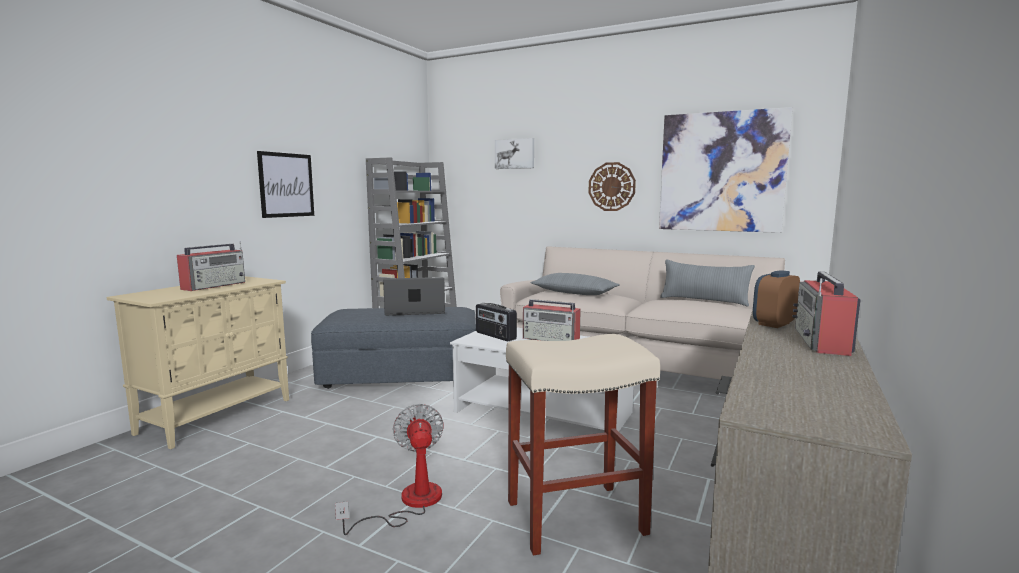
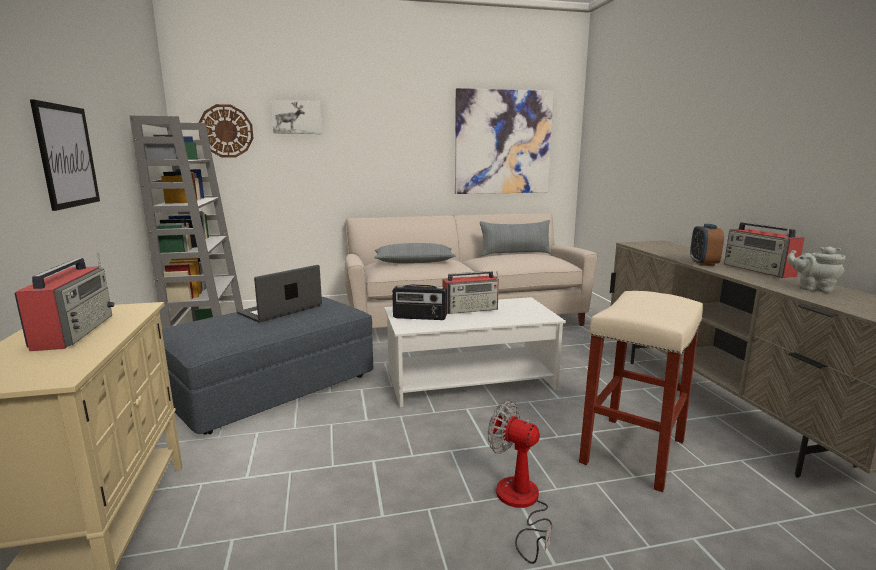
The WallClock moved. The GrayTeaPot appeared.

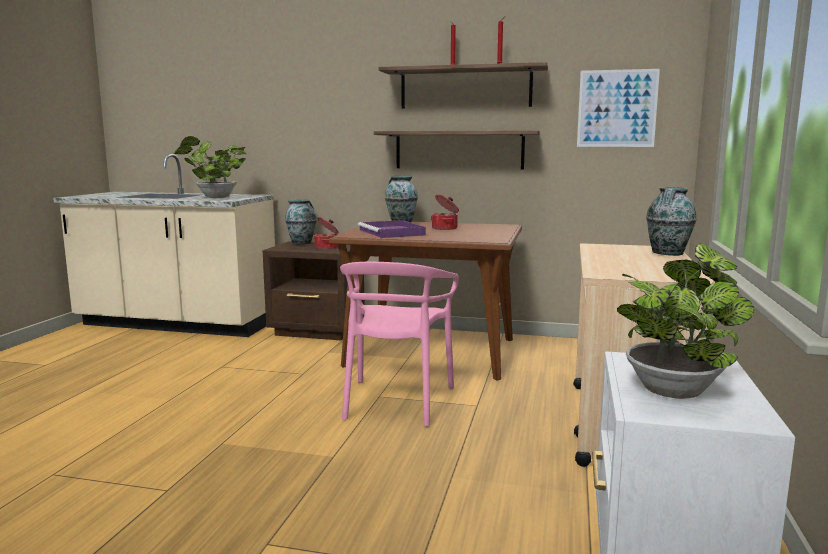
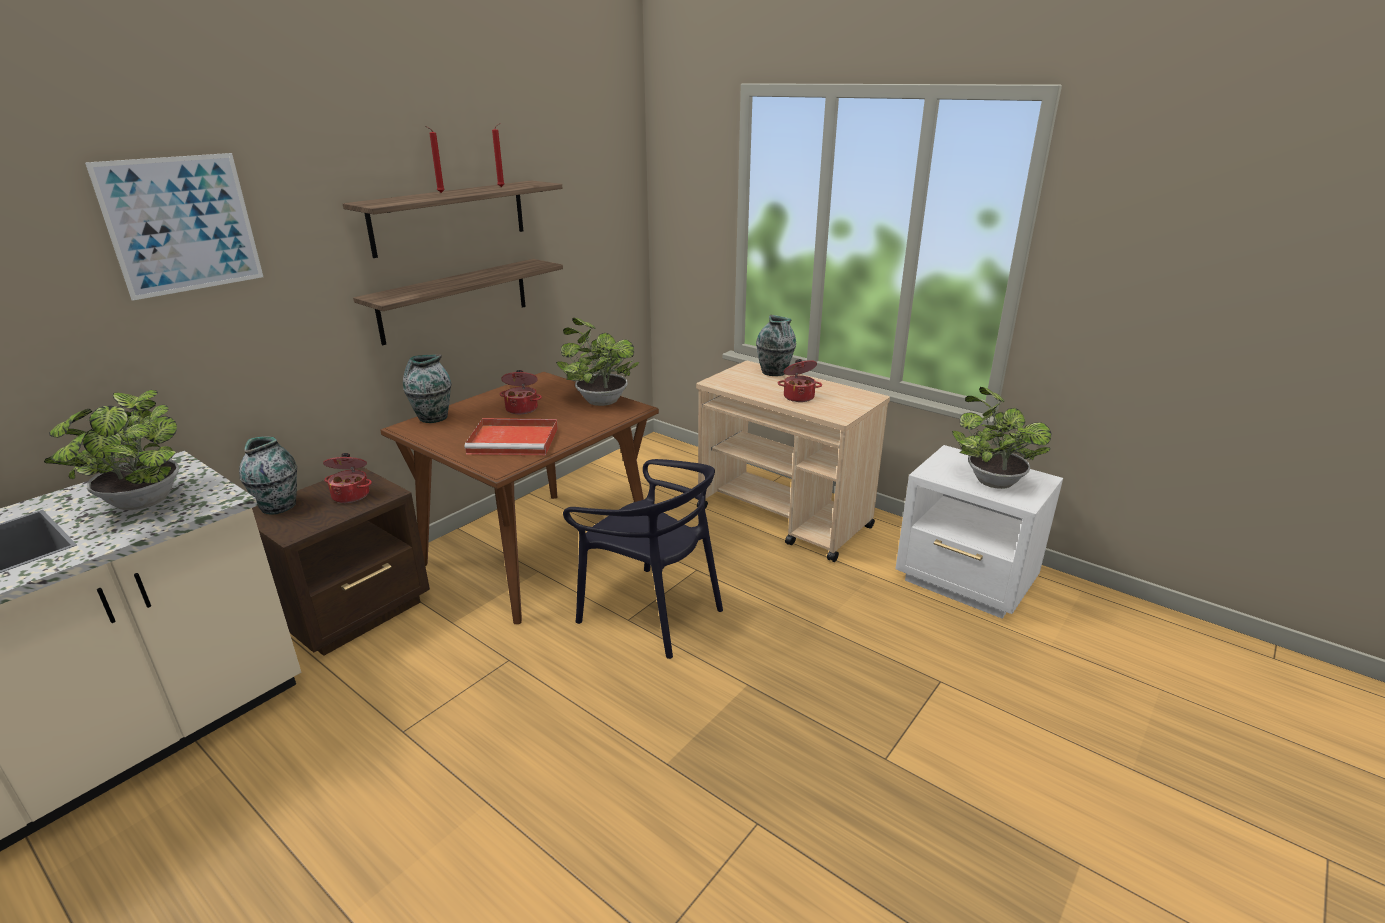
The WallArt moved. The PurpleColouredTray became the RedColouredTray. The PlantInAPot (no. 2 from left) appeared. The PinkishChair became the BlackishChair. The CookingPot (no. 3 from left) appeared.

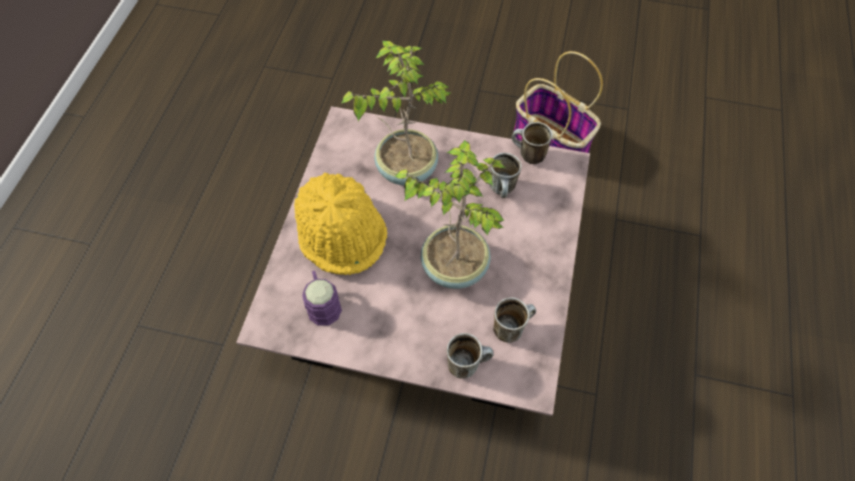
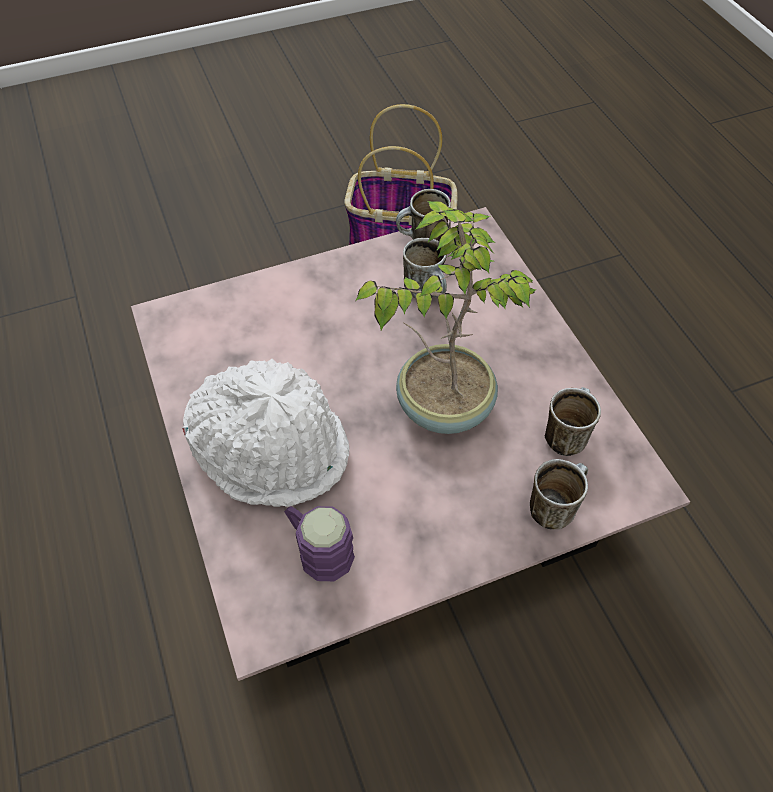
The YellowWearableHat became the WhiteColouredWearableHat. The PlantInAPot (no. 1 from left) disappeared.

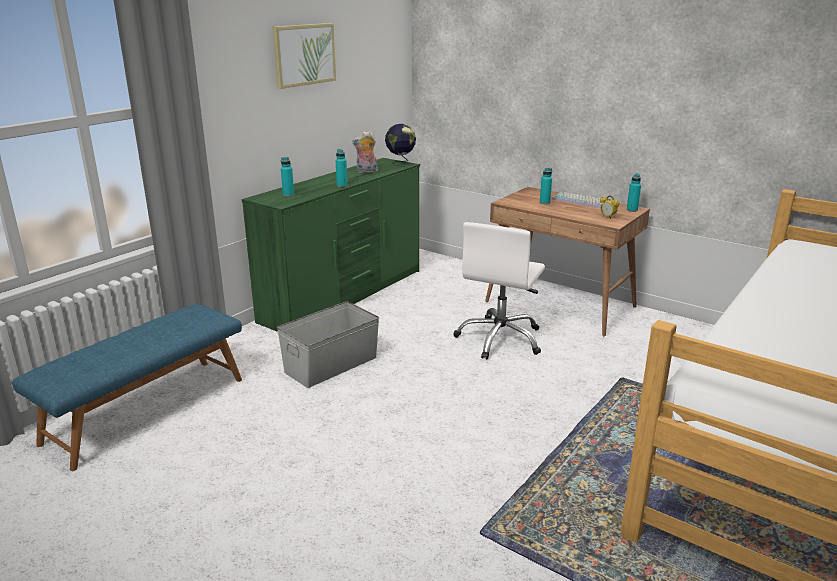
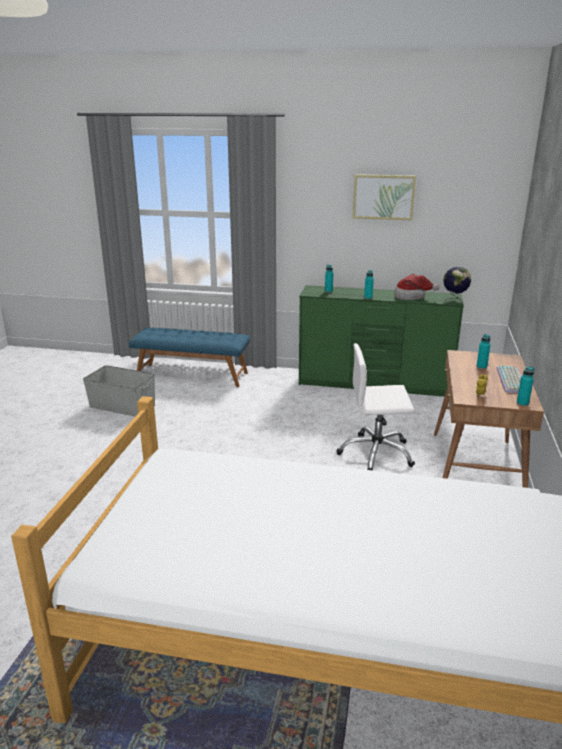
The GrayStorageContainer moved. The CuddlyToy was replaced by the WearableHat.

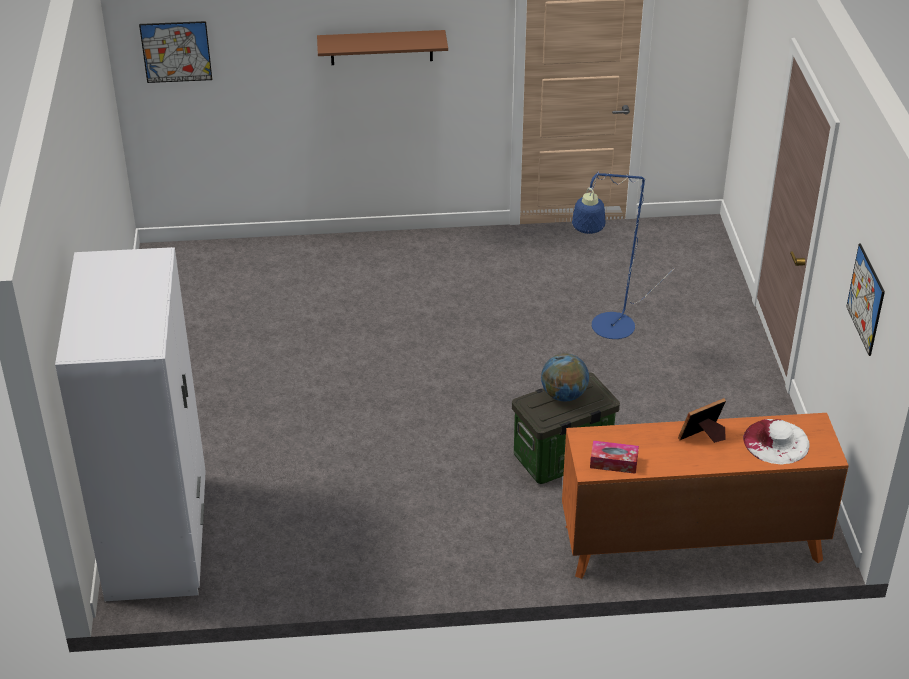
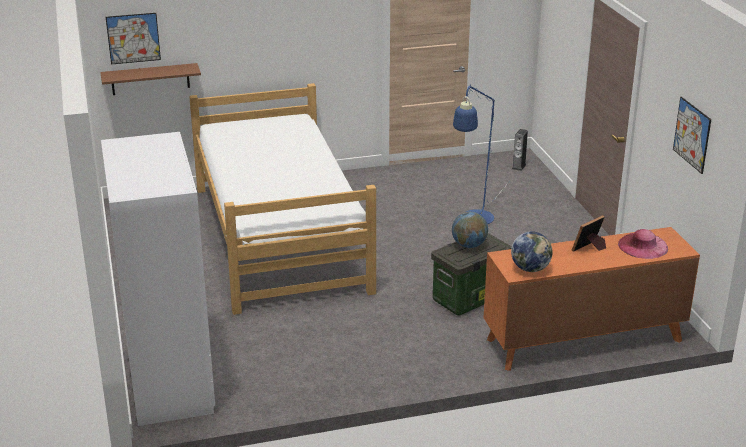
The BrownishBracketShelf moved. The SleepingBed appeared. The BoxOfTissues was replaced by the DeskGlobe (no. 2 from left). The AudioSpeaker appeared. The WhiteColouredWearableHat became the PinkishWearableHat.

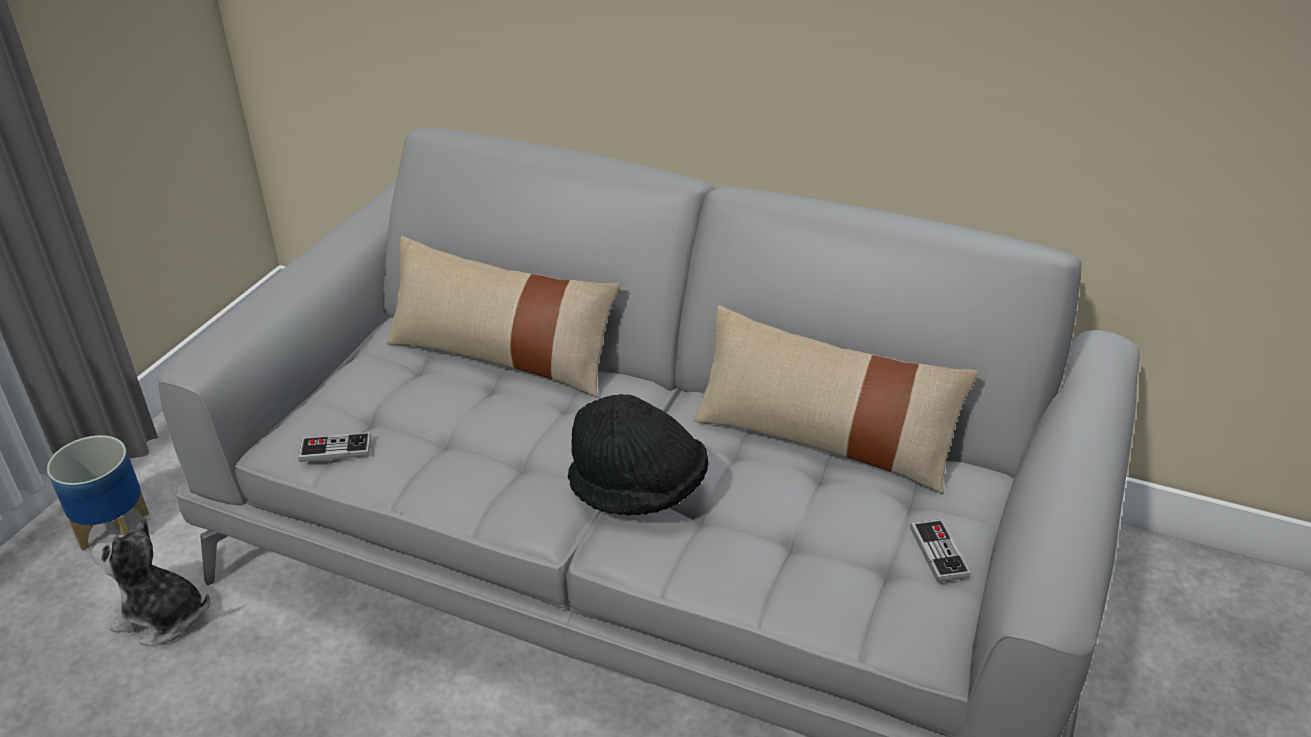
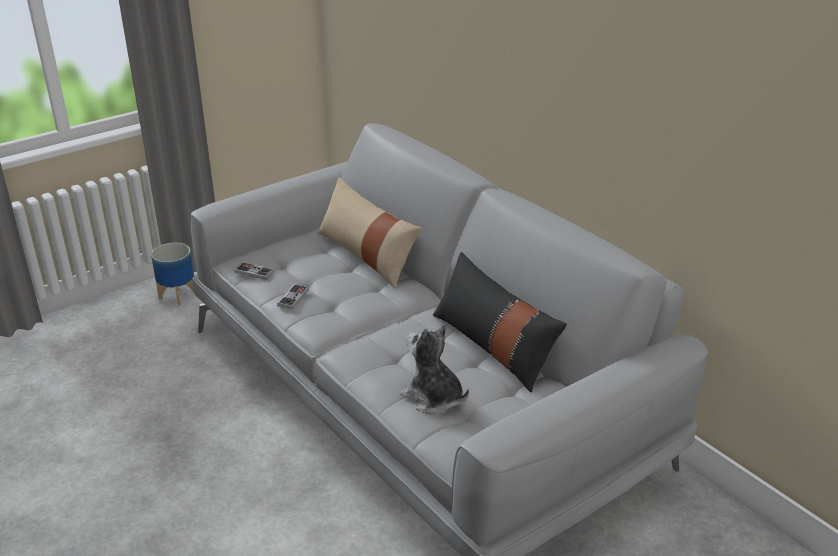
The Gamepad (no. 2 from left) moved. The CuddlyToy moved. The SandColouredPillow (no. 2 from left) became the BlackishPillow. The BlackishWearableHat disappeared.

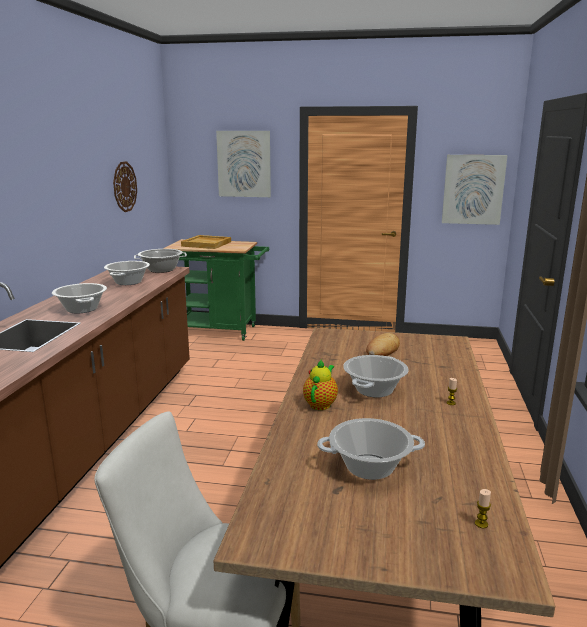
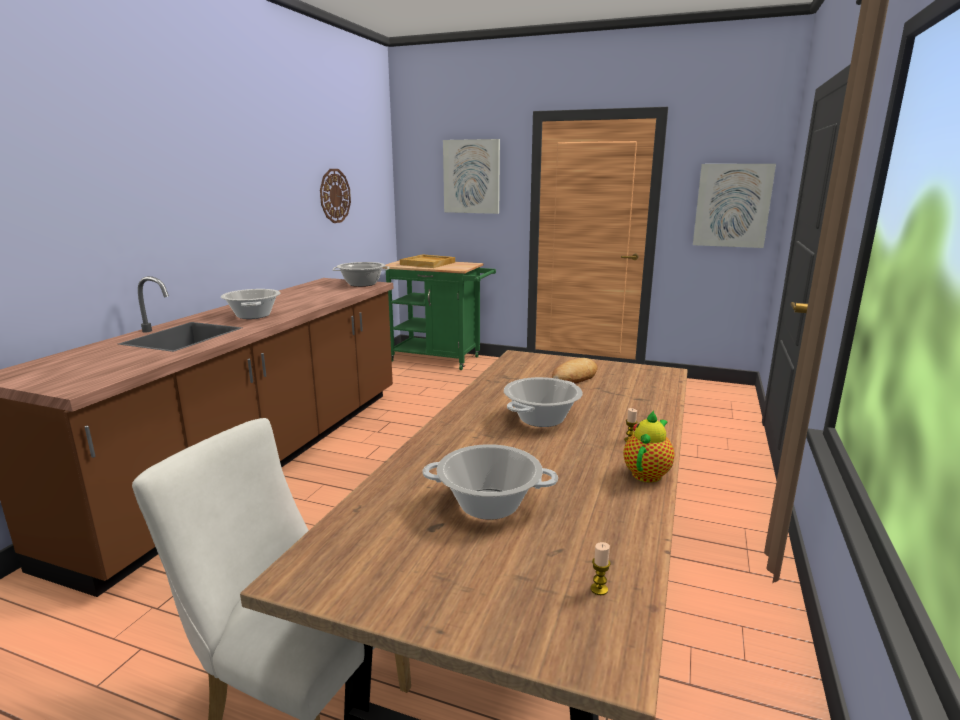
The TeaPot moved. The CookingPot (no. 2 from left) disappeared.

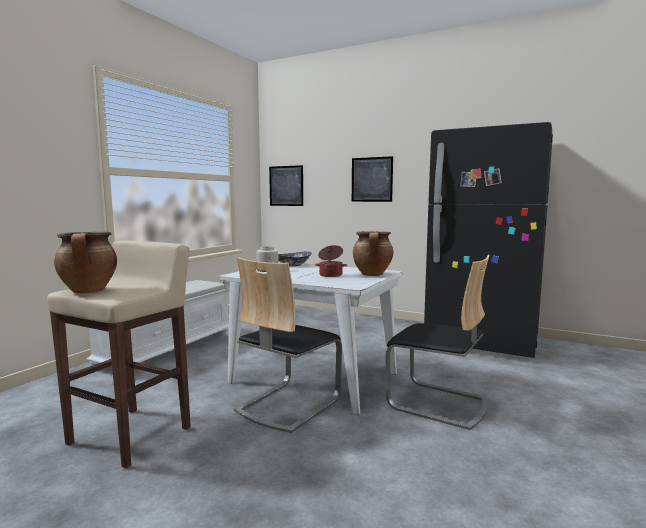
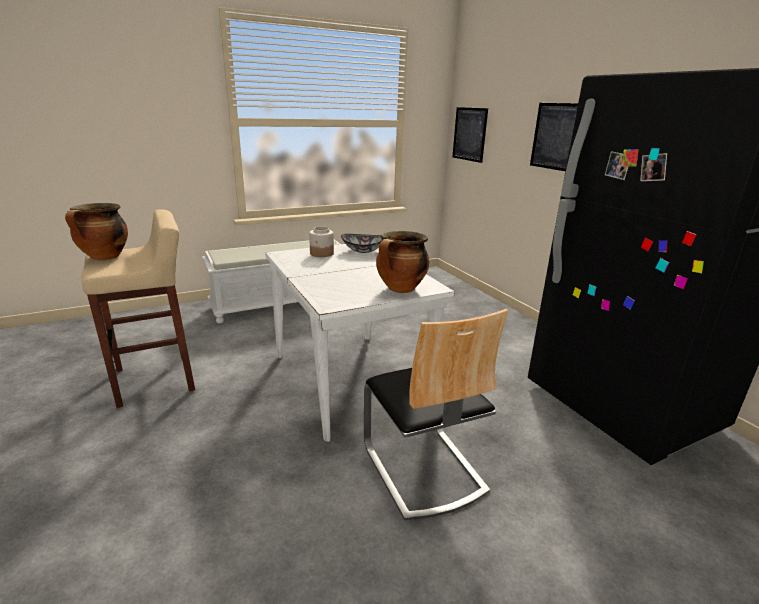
The Chair (no. 1 from left) disappeared. The CookingPot (no. 2 from left) disappeared.

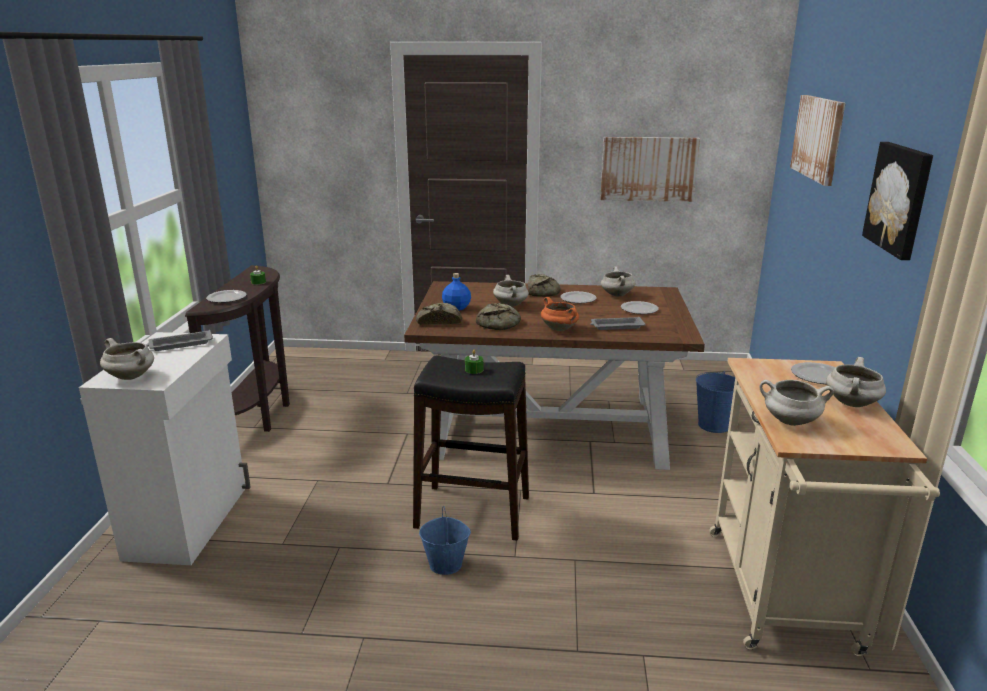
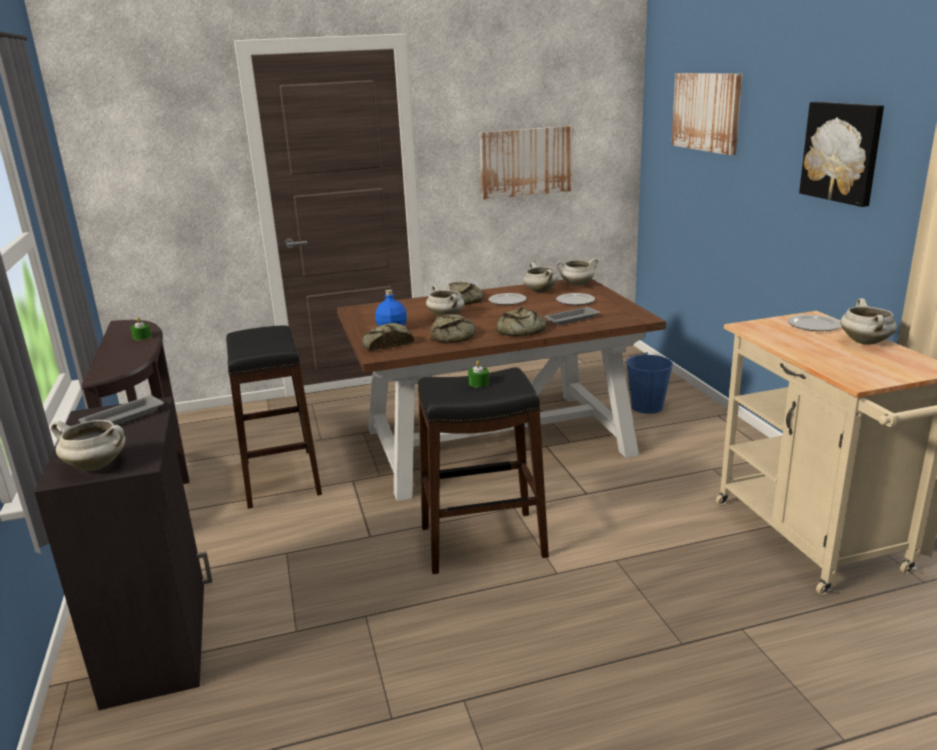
The WhiteColouredStorageCabinet became the BlackishStorageCabinet. The BlackishSittingStool (no. 1 from left) appeared. The OrangeyCookingPot was replaced by the Bread (no. 4 from left). The WhiteColouredCookingPot (no. 4 from left) moved. The FlatDish (no. 1 from left) disappeared. The BlueBucket (no. 1 from left) disappeared.

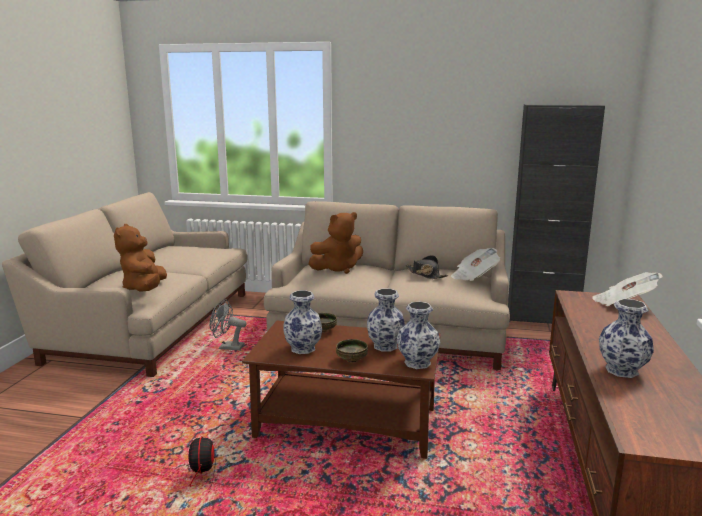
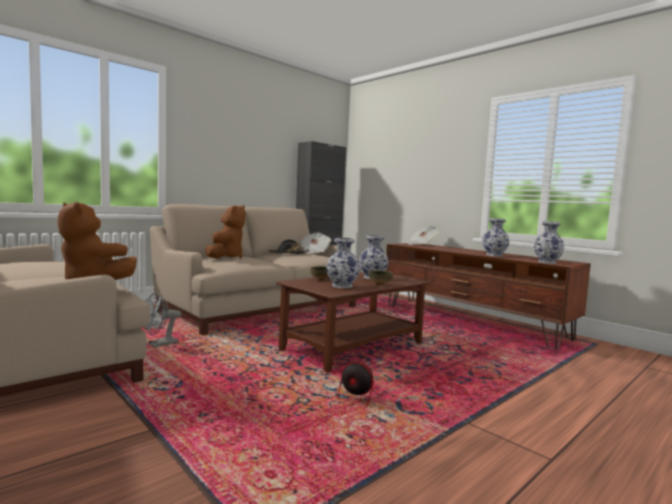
The DecorativeVase (no. 3 from left in the first image) moved.

